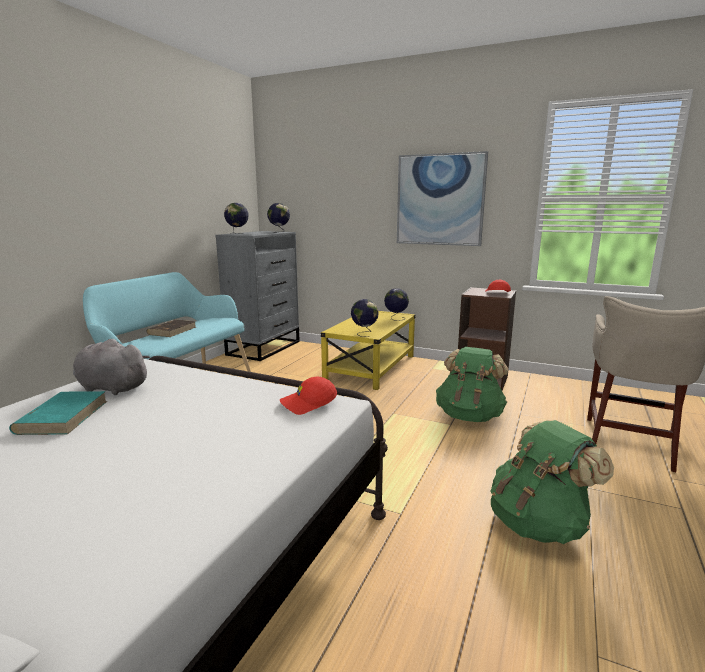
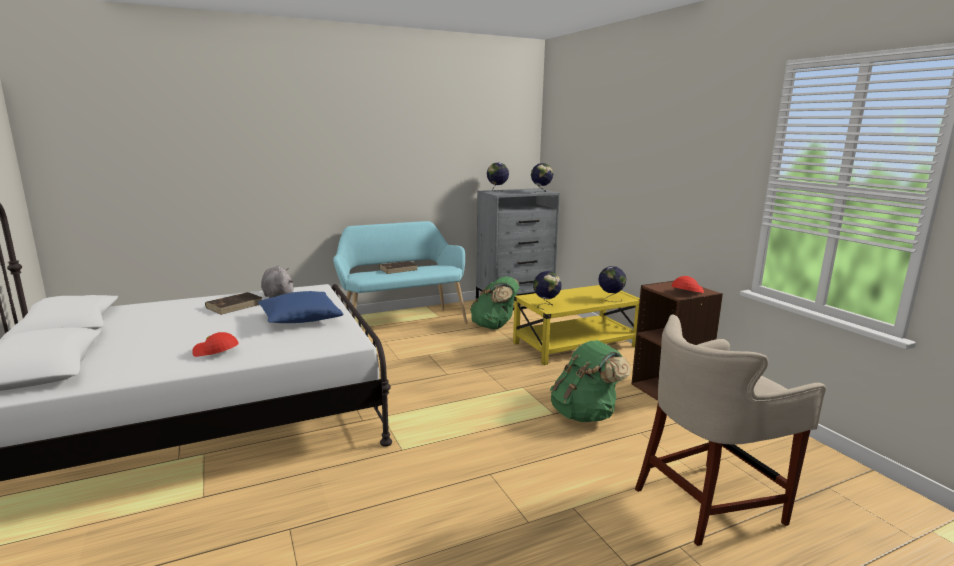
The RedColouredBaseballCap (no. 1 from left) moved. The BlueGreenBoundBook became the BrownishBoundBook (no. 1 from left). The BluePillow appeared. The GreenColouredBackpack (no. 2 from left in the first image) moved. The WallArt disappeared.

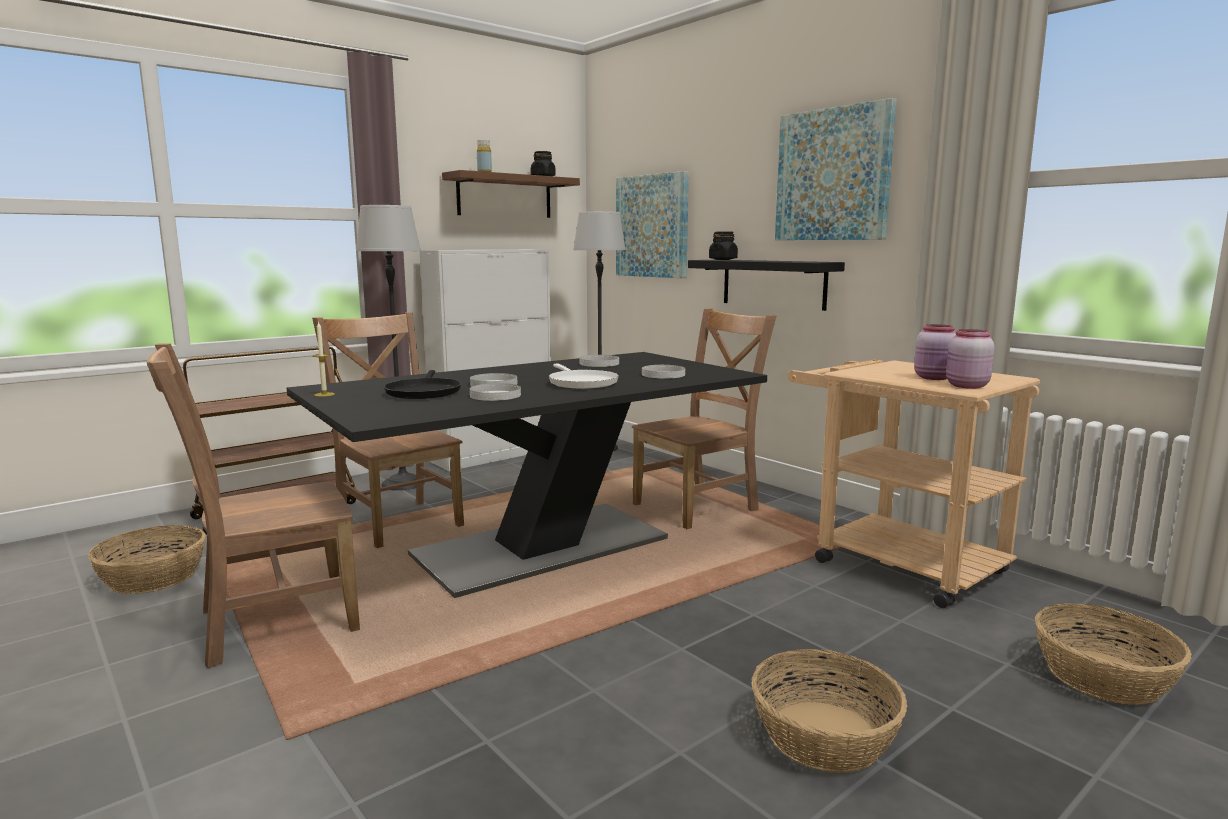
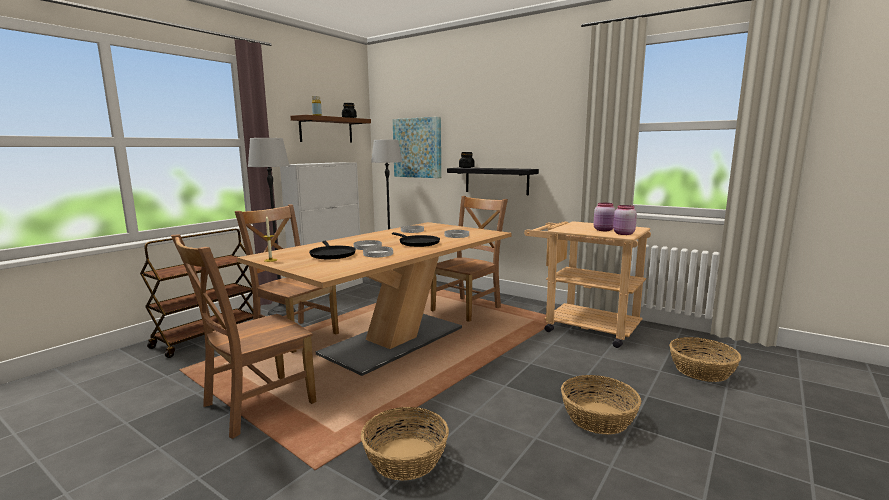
The BlackishKitchenTable became the SandColouredKitchenTable. The Basket (no. 1 from left) moved. The WhiteColouredSkillet became the BlackishSkillet (no. 2 from left). The WallArt (no. 2 from left) disappeared.

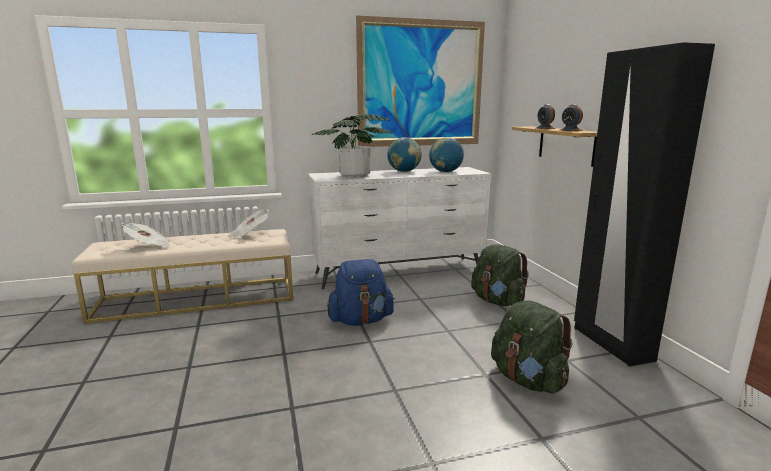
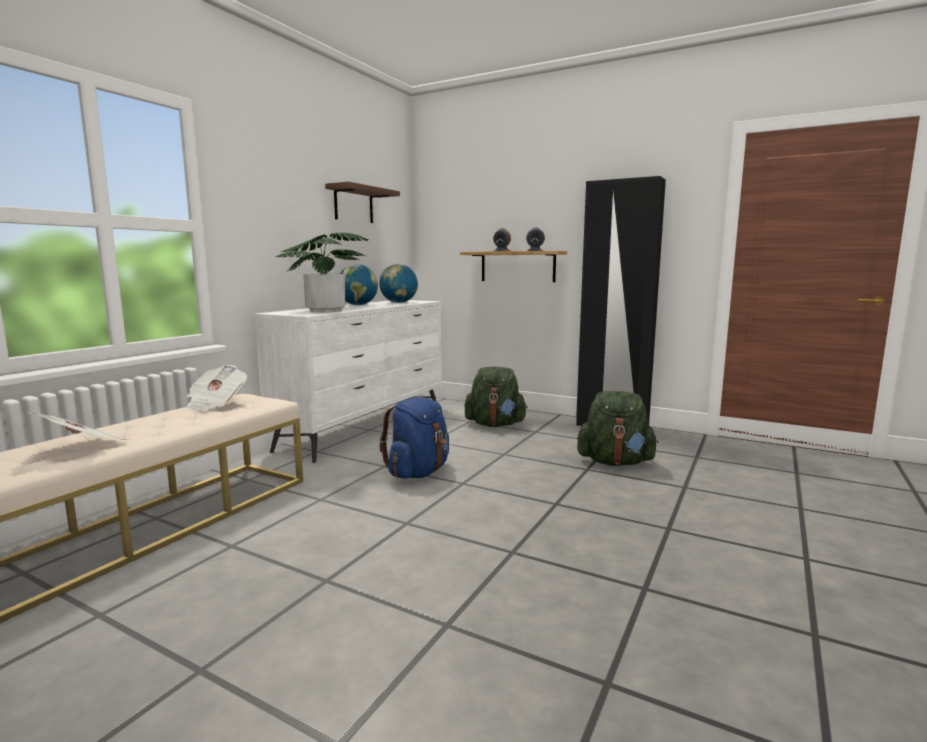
The WallArt was replaced by the BracketShelf (no. 1 from left).

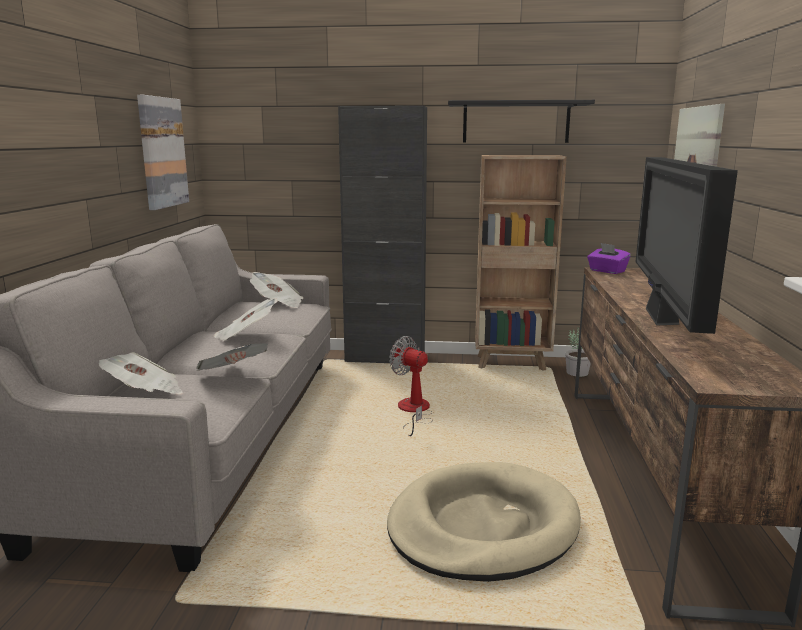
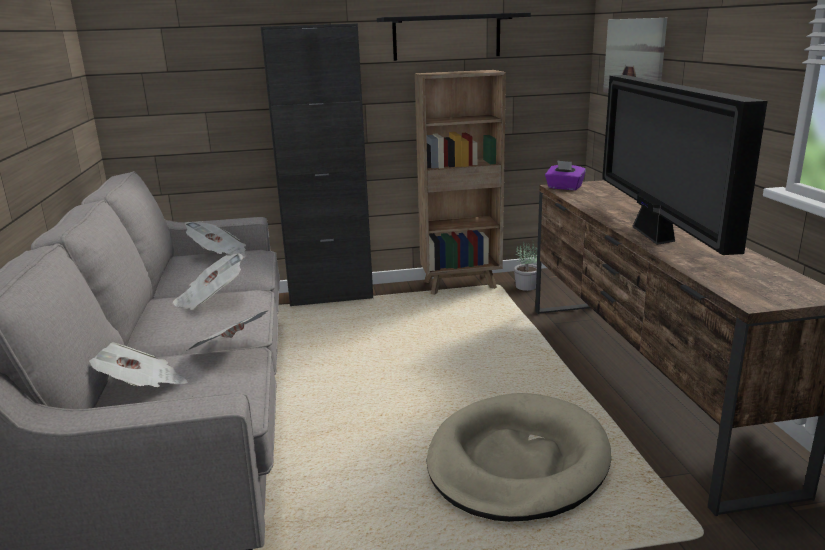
The WallArt (no. 1 from left) disappeared. The Fan disappeared.

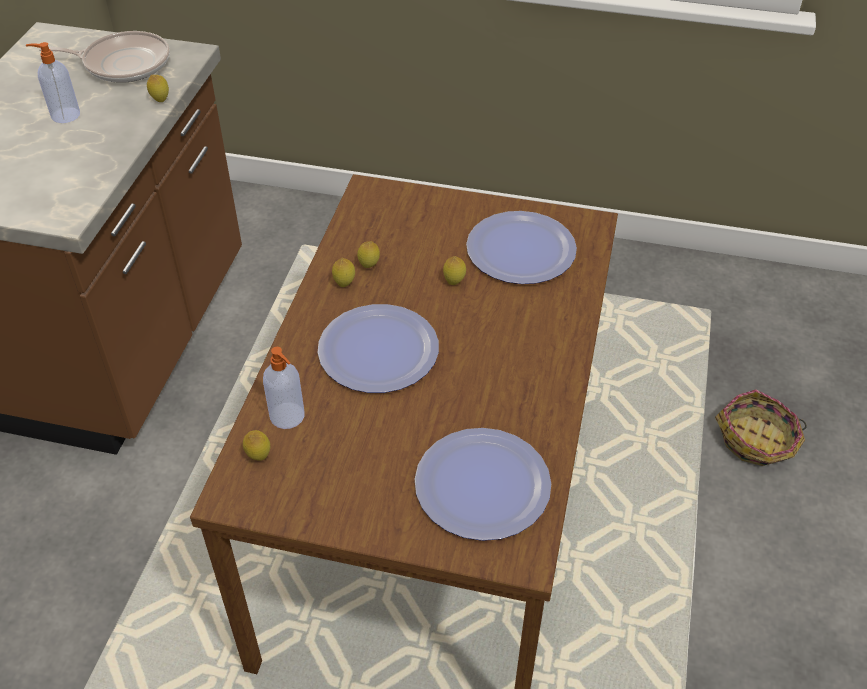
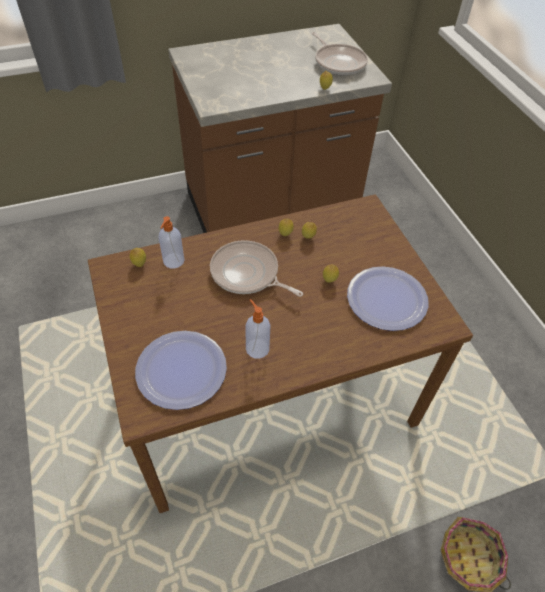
The FlatDish (no. 1 from left) was replaced by the Skillet (no. 1 from left). The LiquidSoapBottle (no. 1 from left in the first image) moved.

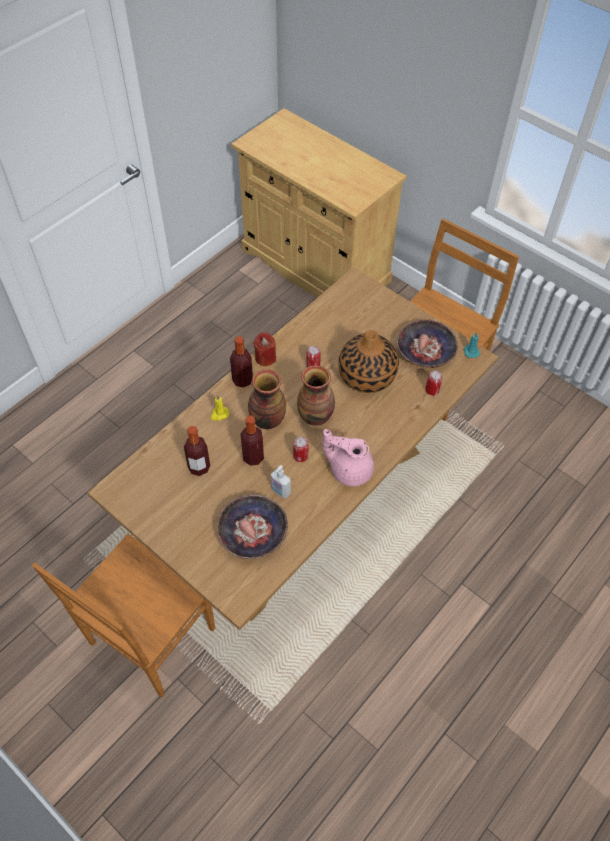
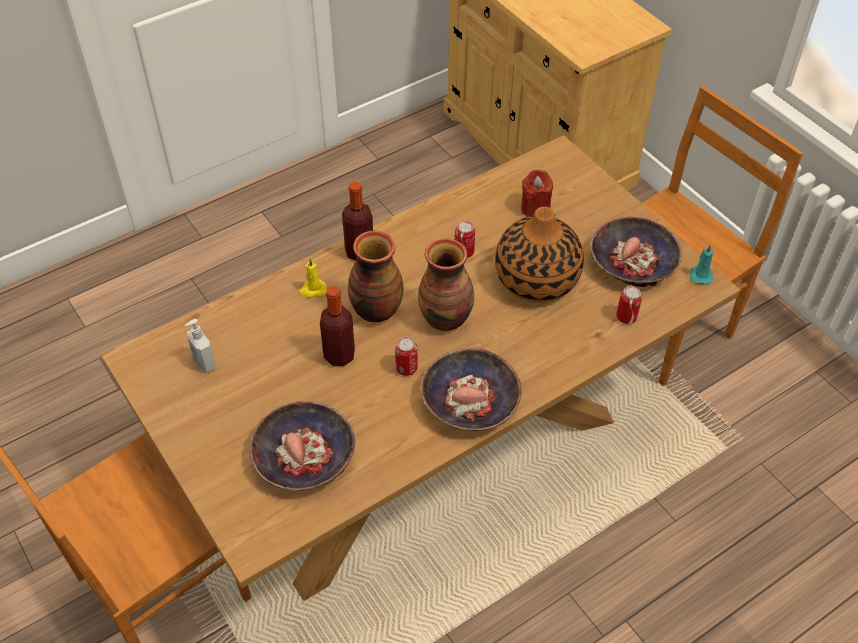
The LiquidSoapBottle moved. The PinkishTeaPot was replaced by the ServingBowl (no. 2 from left). The RedColouredCandle moved. The BeverageBottle (no. 1 from left) disappeared.

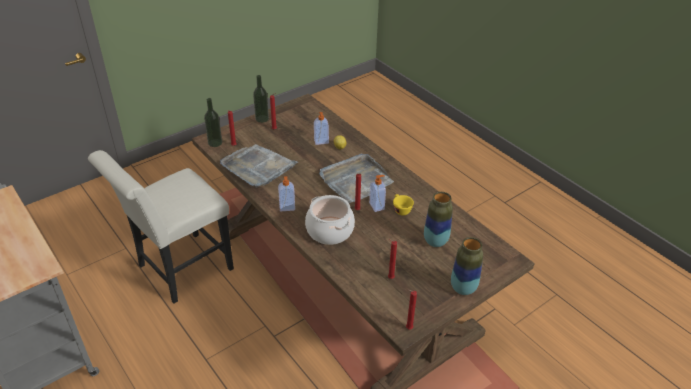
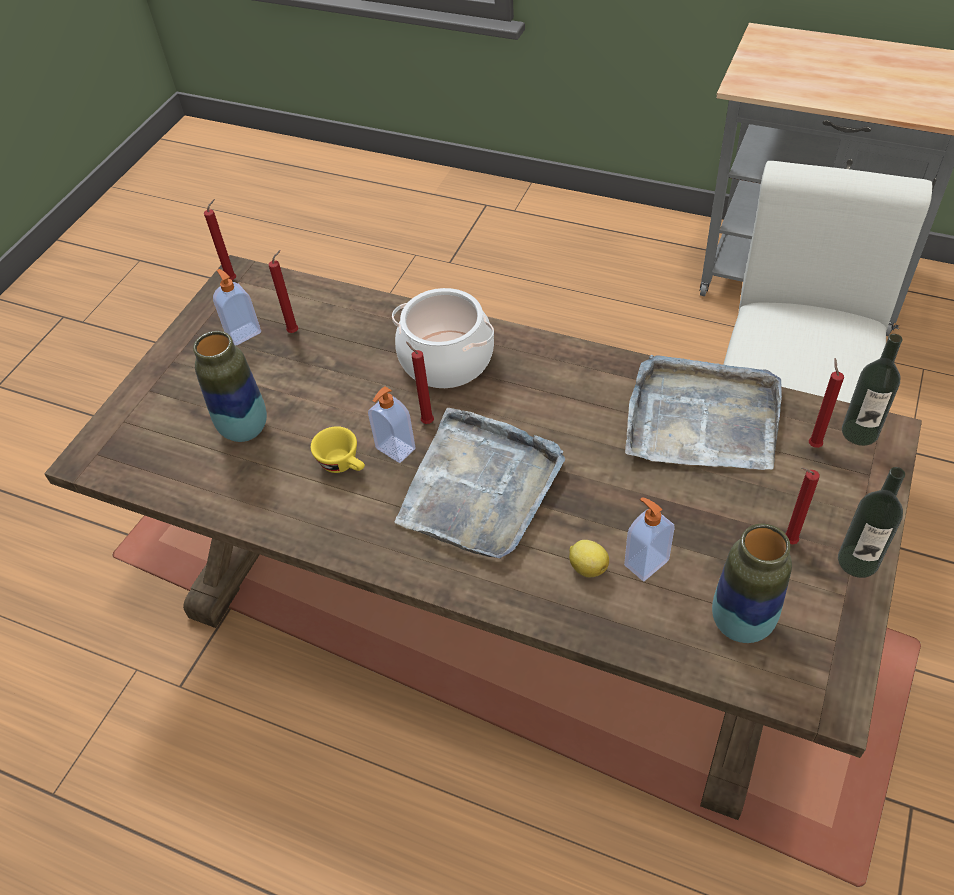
The LiquidSoapBottle (no. 1 from left) moved. The DecorativeVase (no. 2 from left) moved.

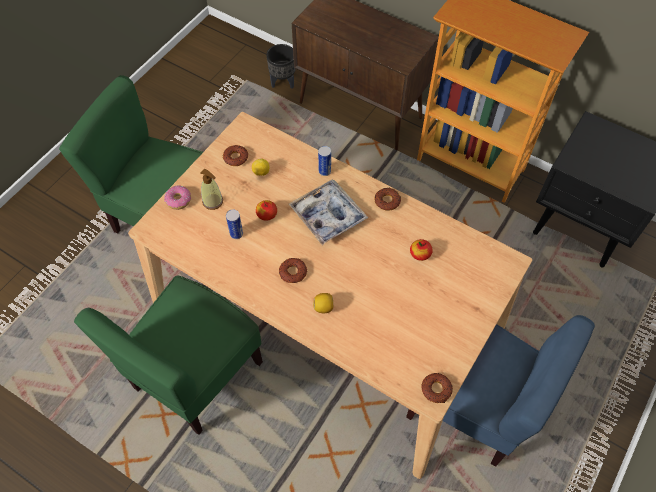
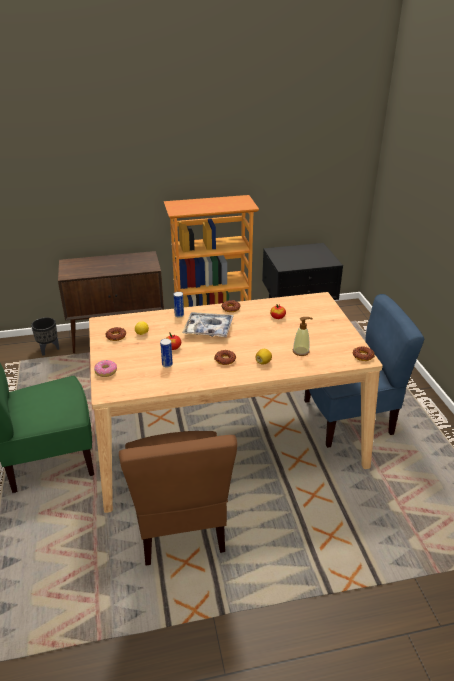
The GreenColouredChair (no. 2 from left) became the BrownishChair. The LiquidSoapBottle moved.

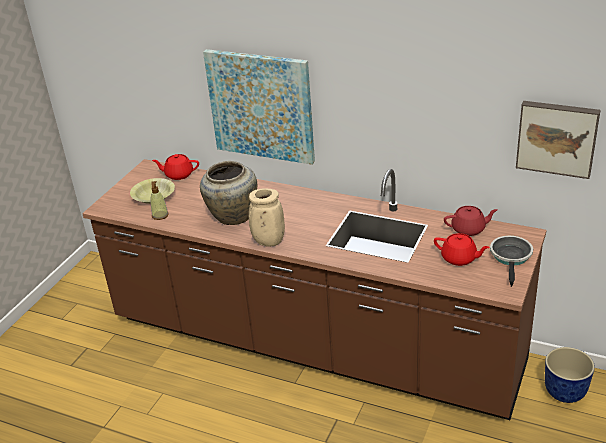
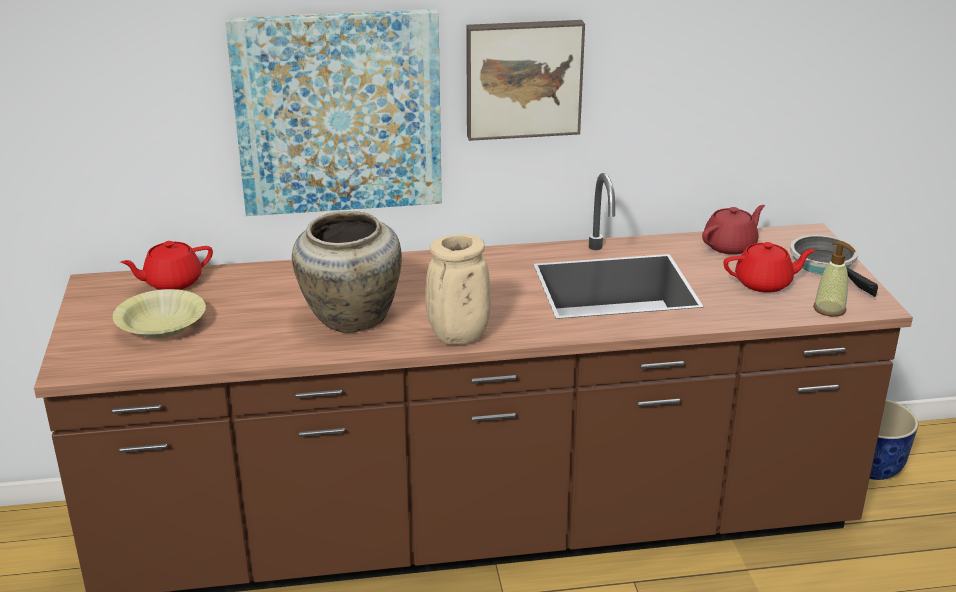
The WallArt (no. 2 from left) moved. The LiquidSoapBottle moved.

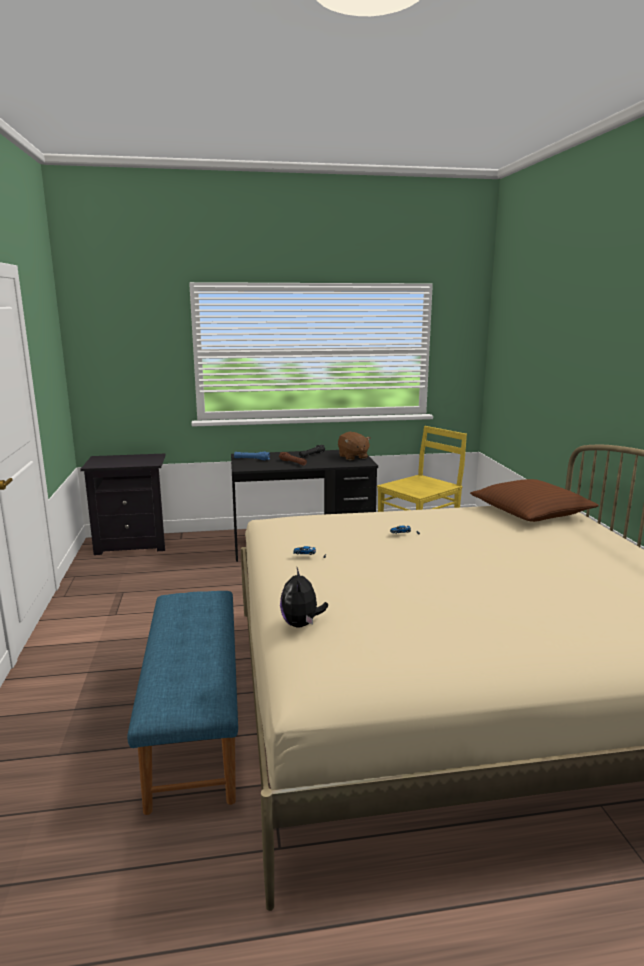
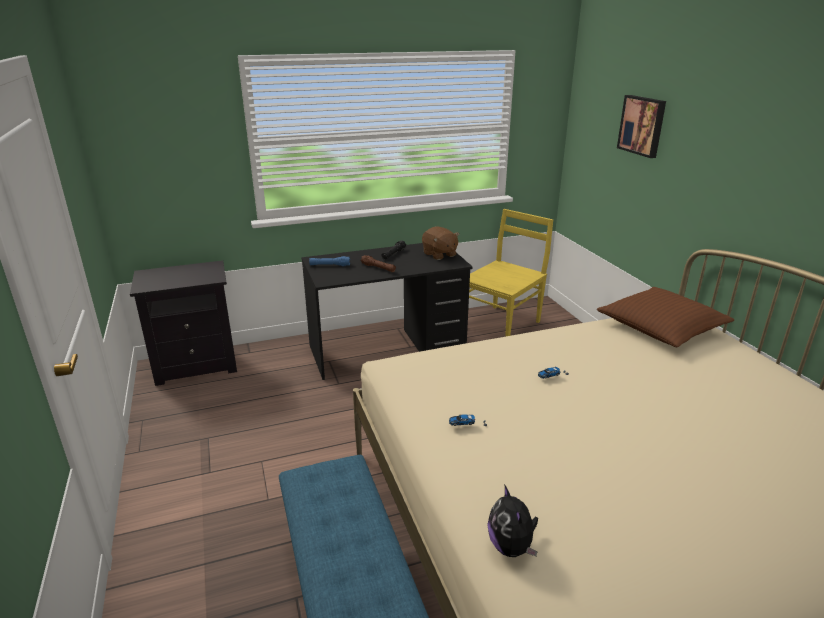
The WallArt appeared.

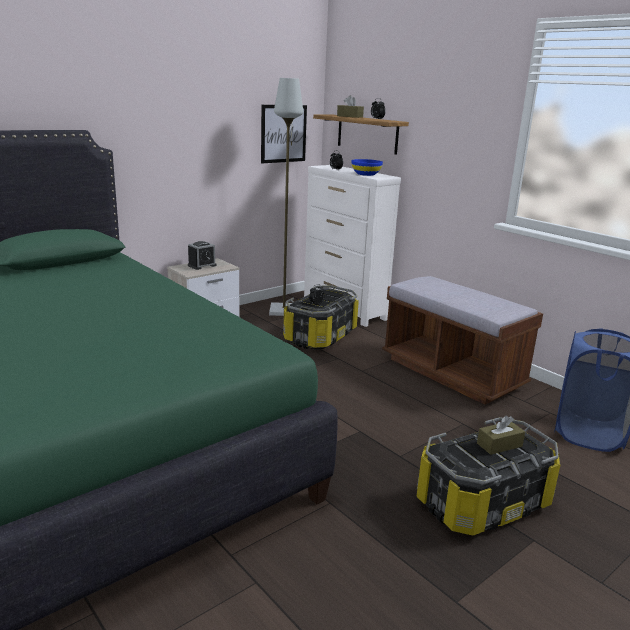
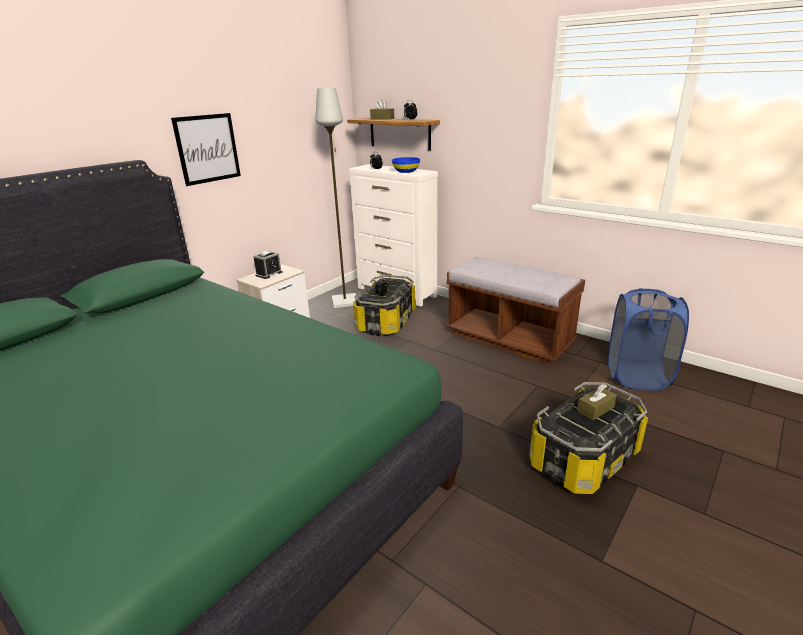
The WallArt moved.

